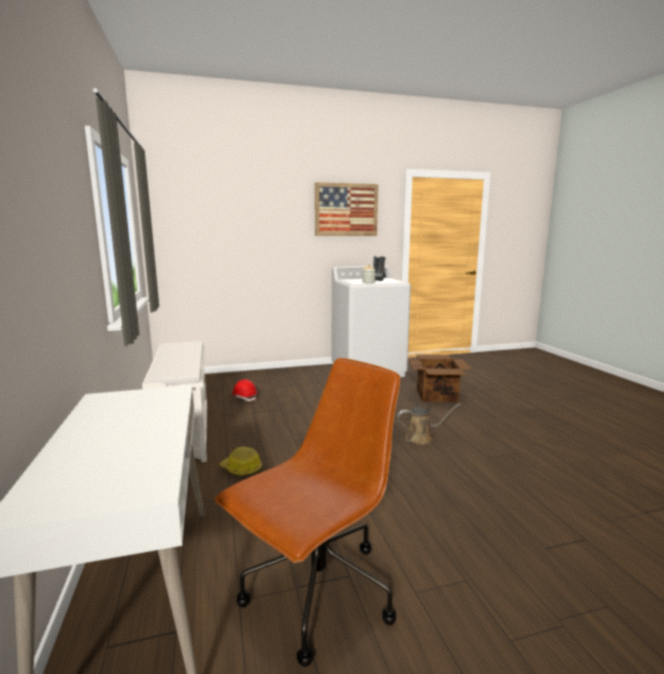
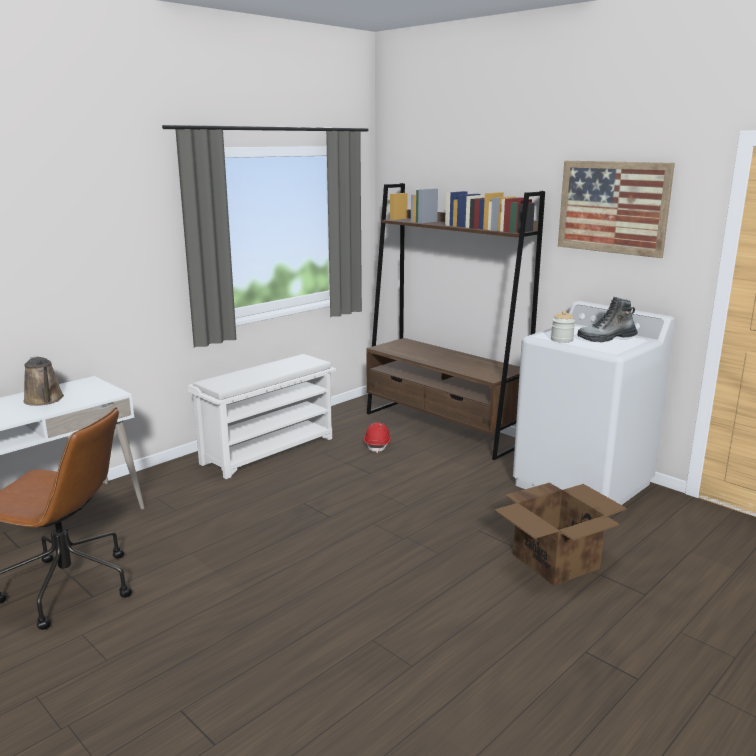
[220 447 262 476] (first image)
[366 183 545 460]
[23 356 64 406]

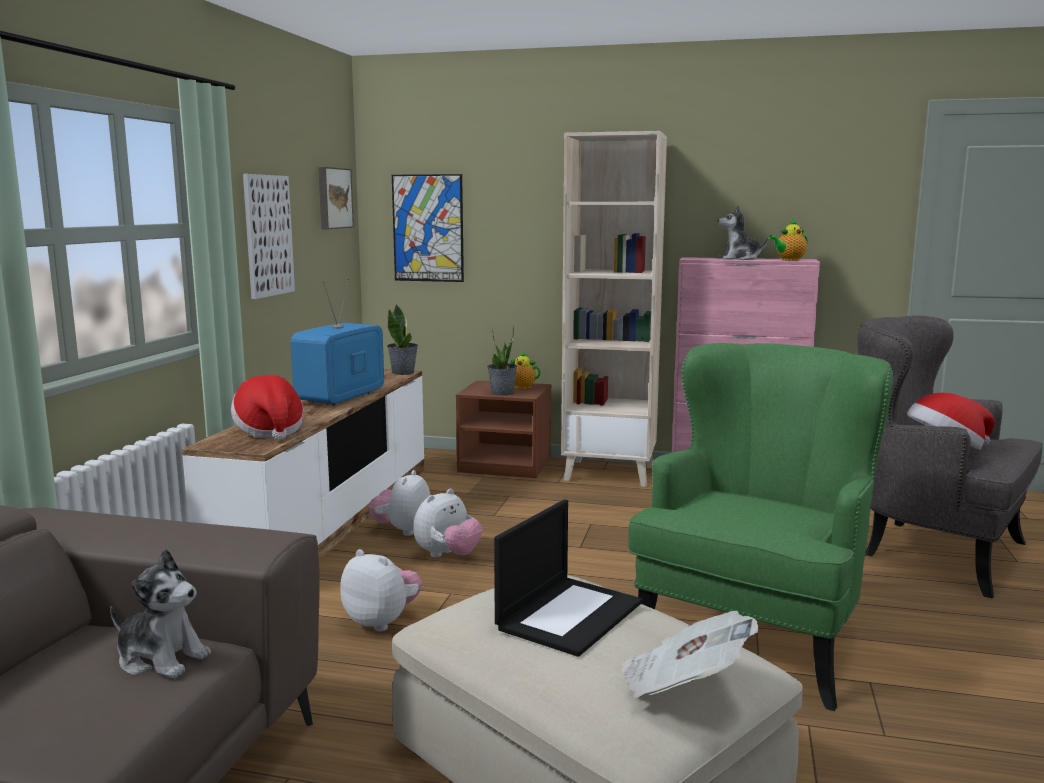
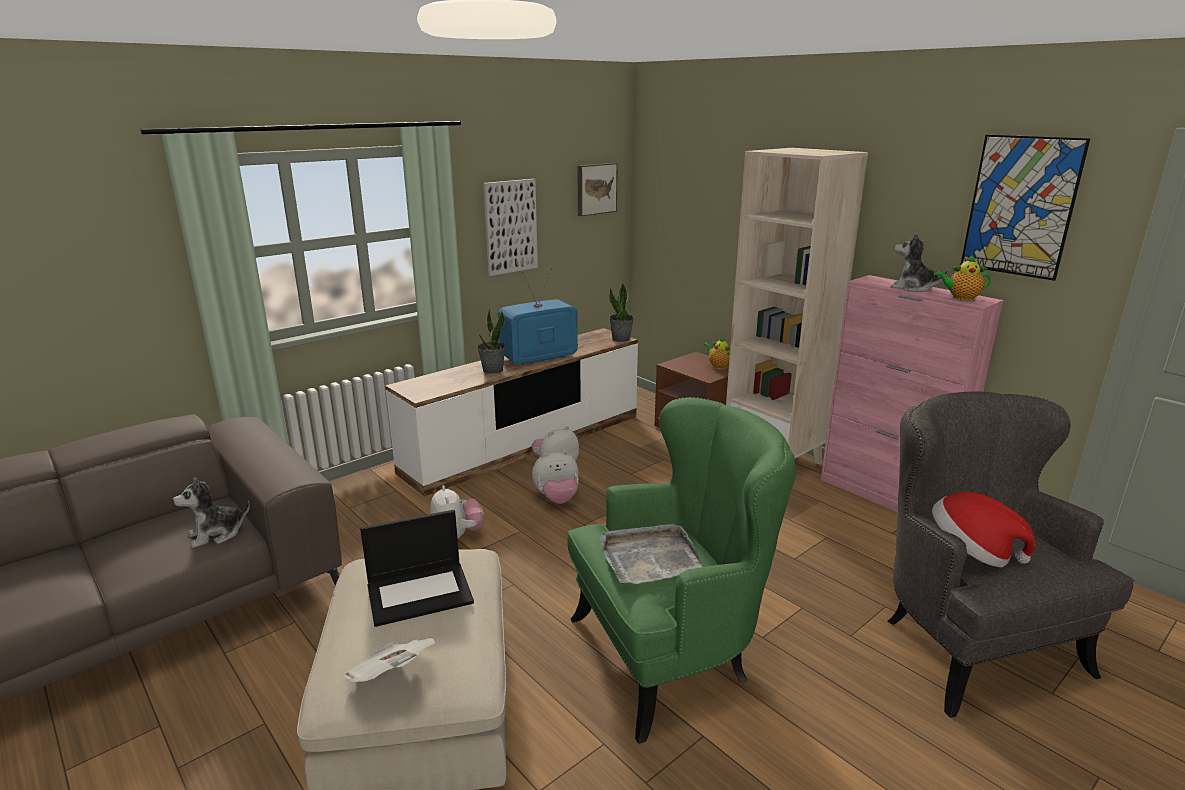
[231 375 304 440] (first image)
[600 524 703 584]
[960 135 1090 281]
[477 309 506 374]
[173 476 250 548]

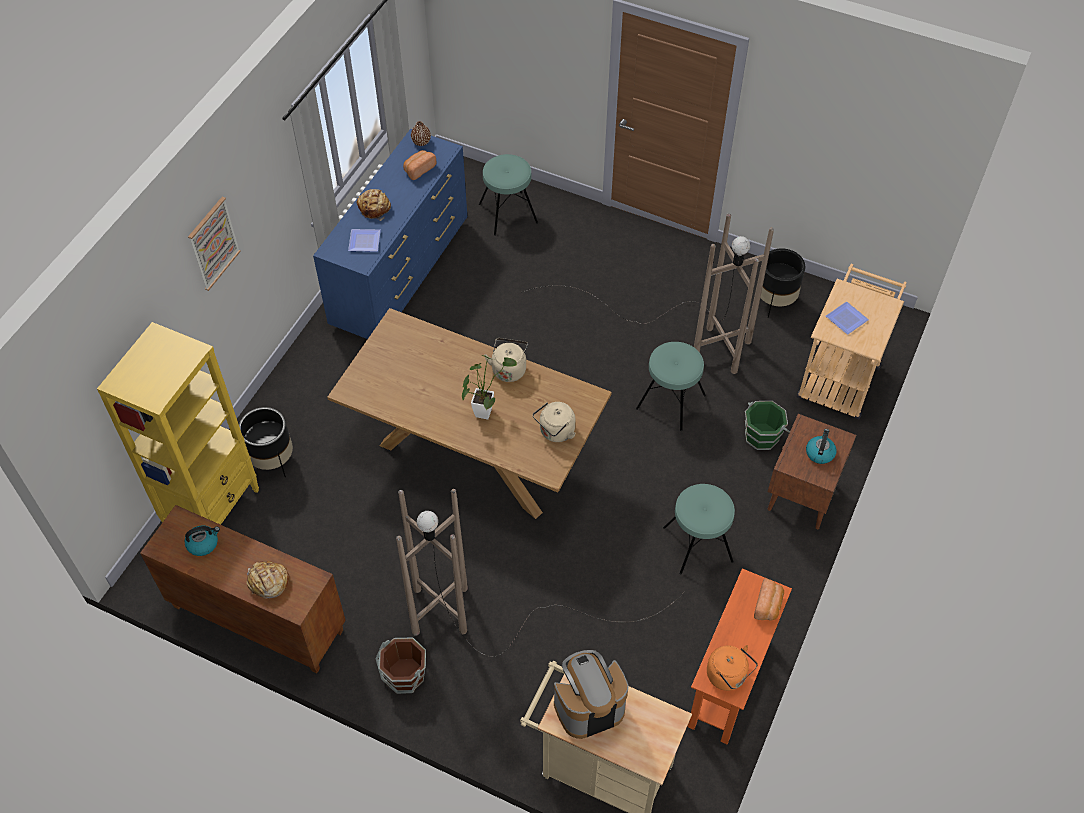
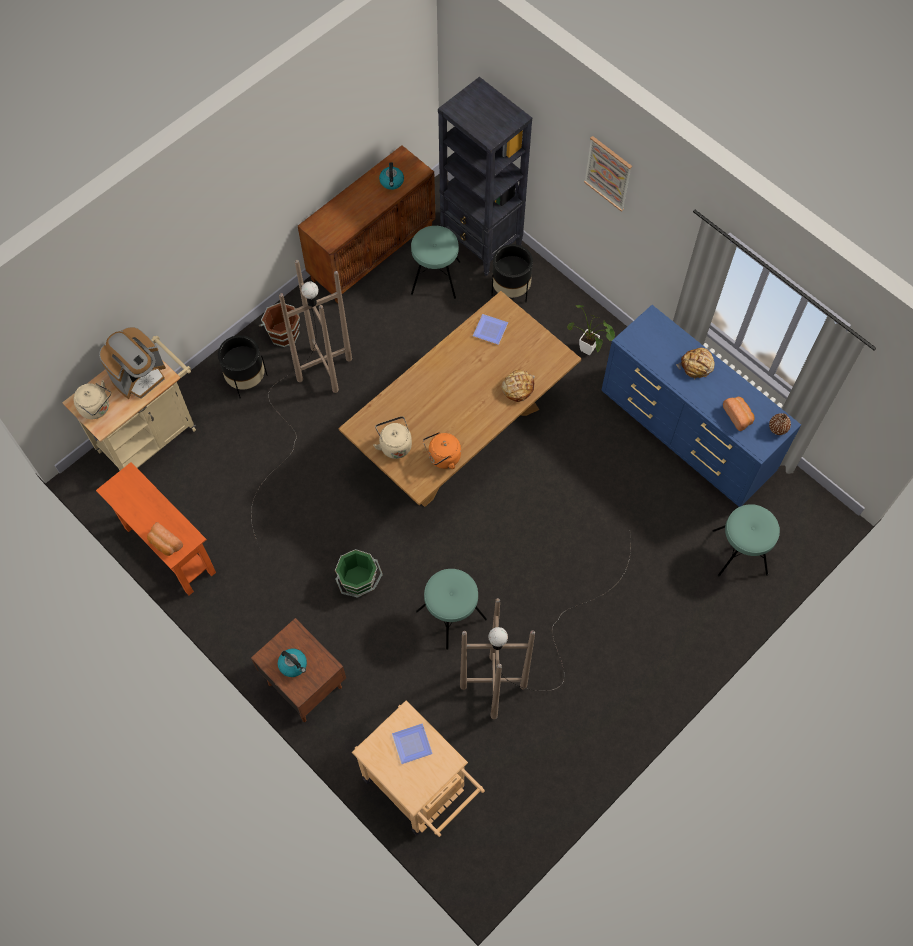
[502 370 535 402]
[473 314 508 345]
[567 305 615 355]
[73 380 111 419]
[411 226 460 299]
[423 432 461 469]
[335 549 383 598]
[218 335 268 399]
[438 77 532 276]
[99 327 166 399]

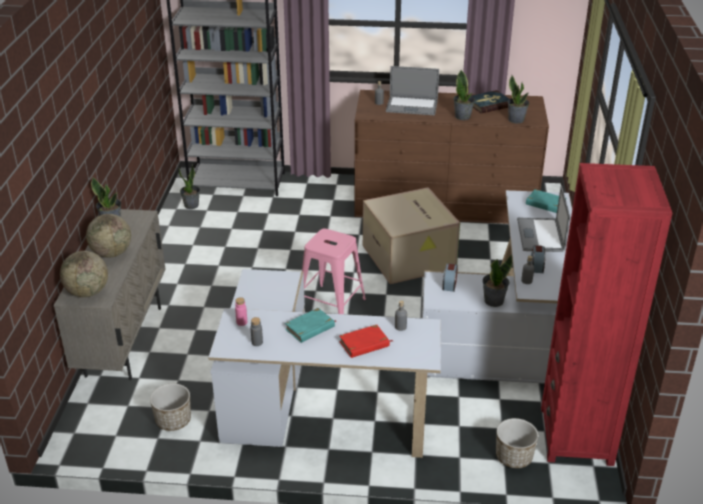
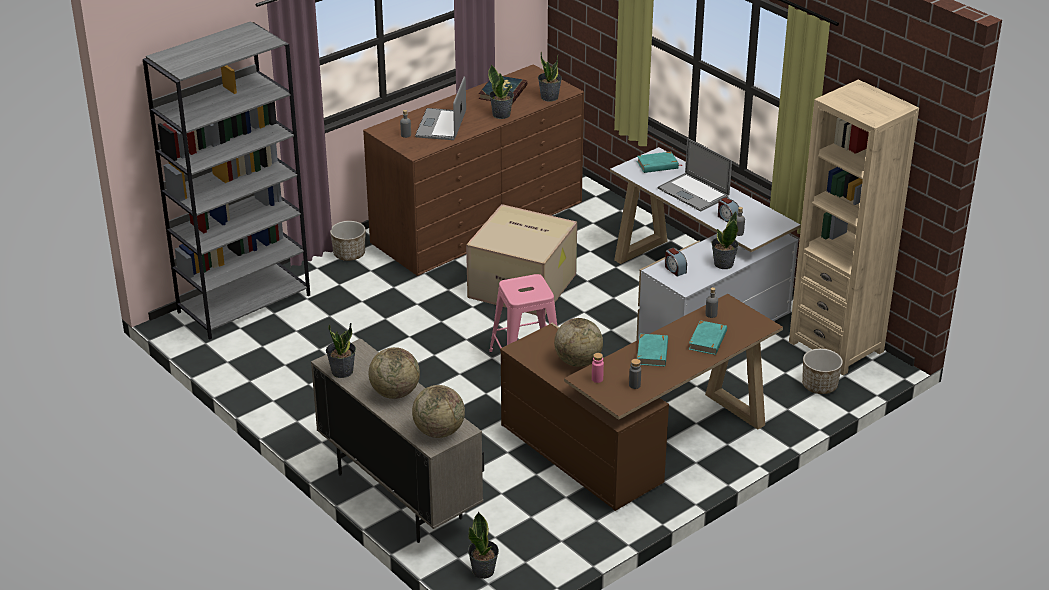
[554 318 603 367]
[330 221 365 261]
[468 512 499 579]
[500 294 783 511]
[689 320 727 355]
[789 80 919 375]
[415 76 466 140]

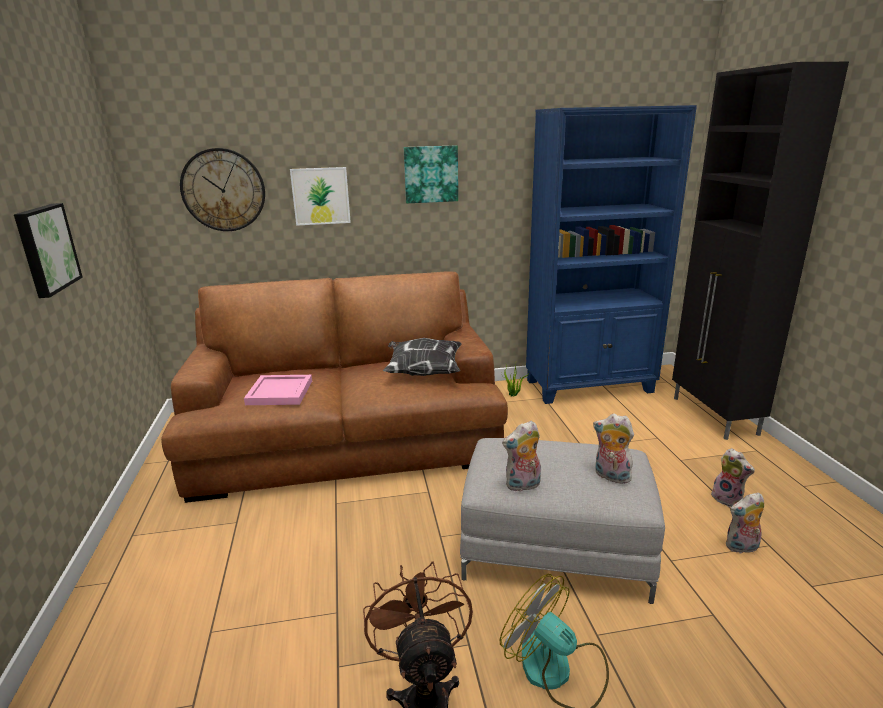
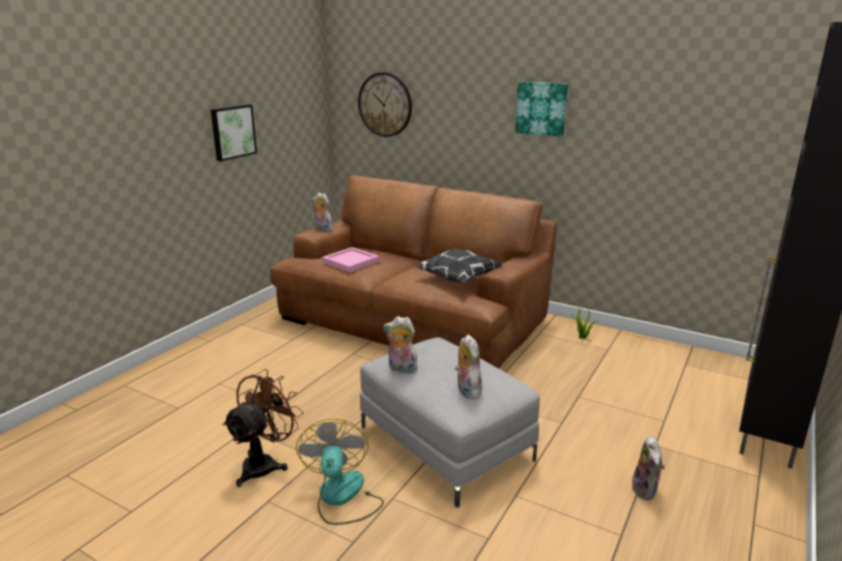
[290 167 351 226] (first image)
[526 105 697 404] (first image)
[312 193 333 232]

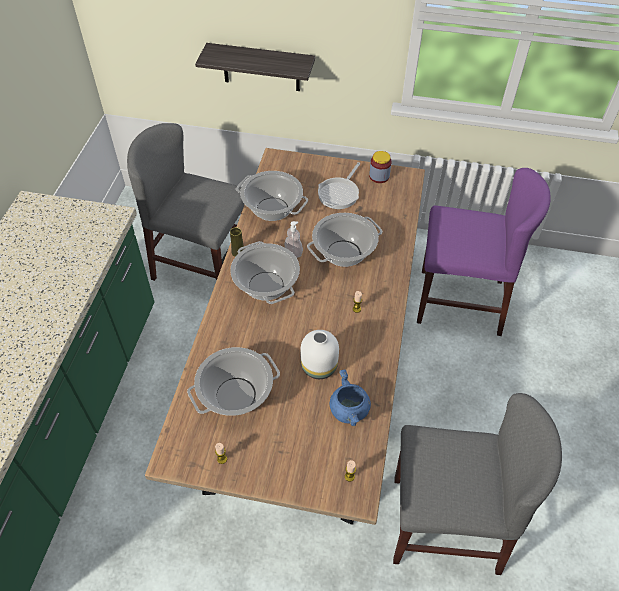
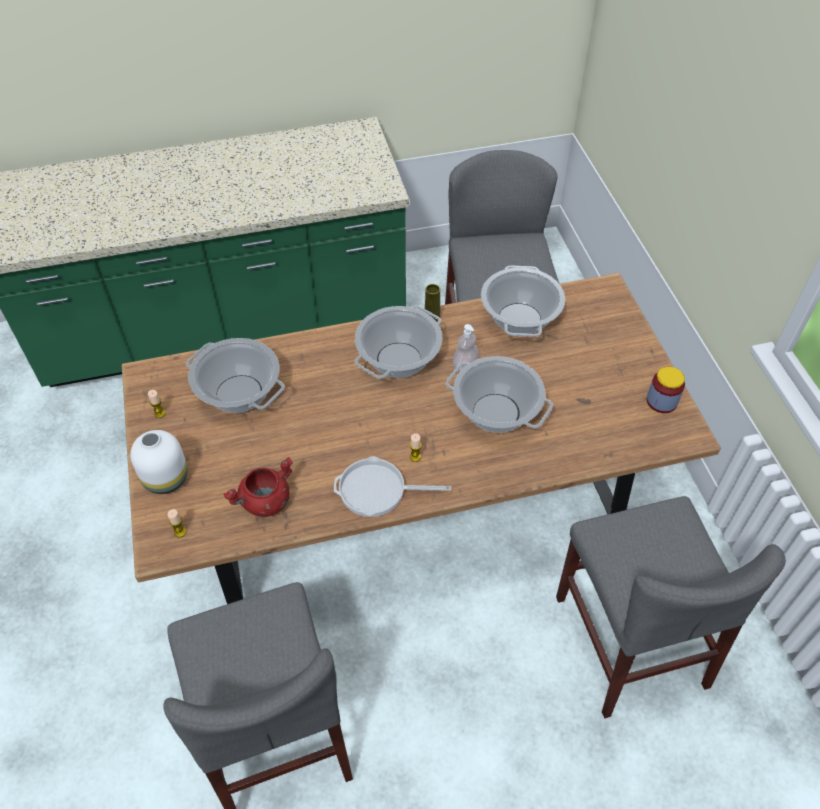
[195 43 315 91] (first image)
[130 430 188 494]
[334 456 451 517]
[223 457 293 517]
[556 496 786 718]

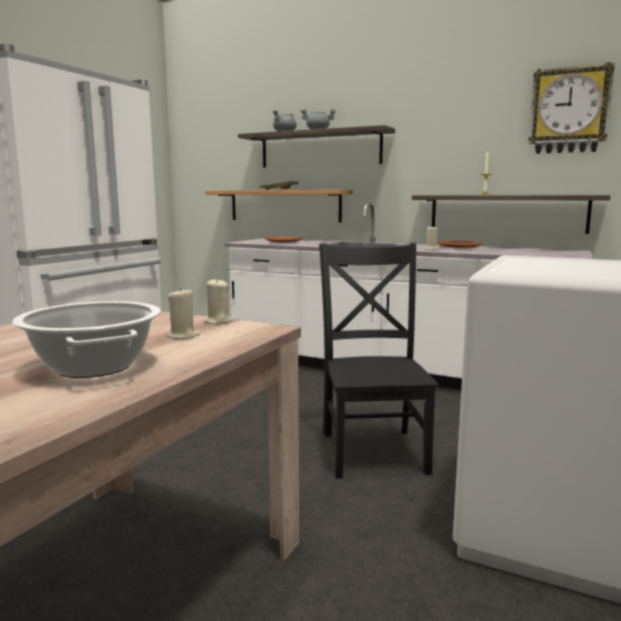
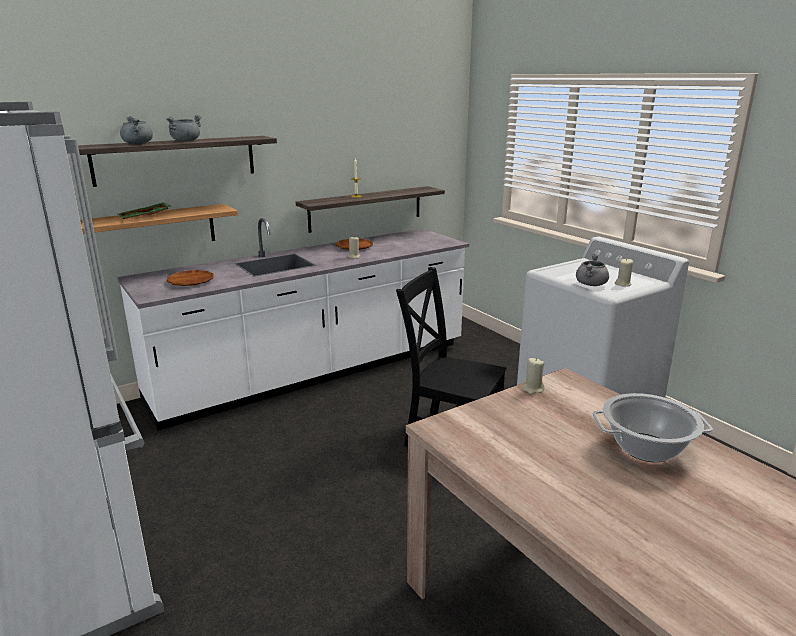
[528 62 615 154] (first image)
[576 254 609 286]
[615 259 633 286]

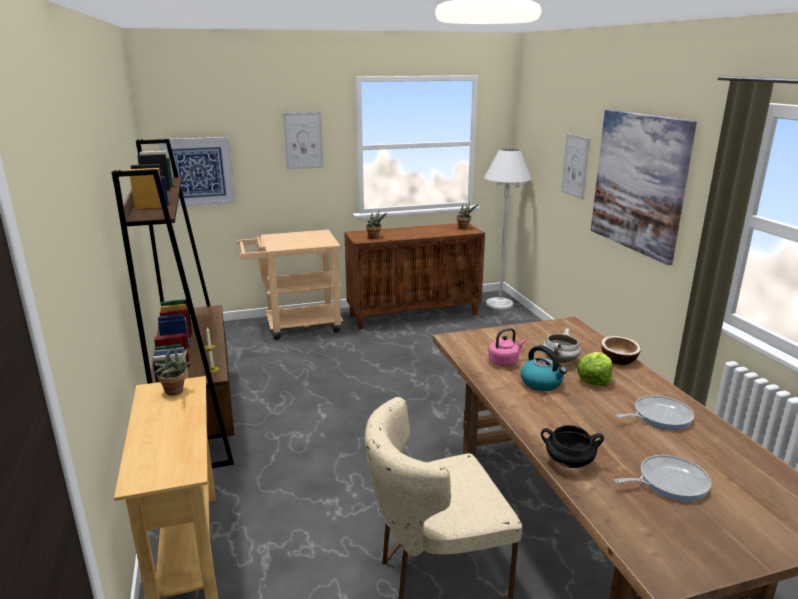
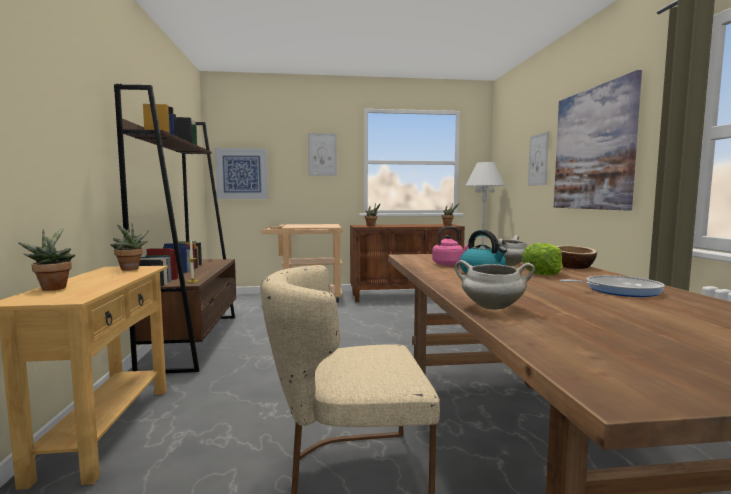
[614 455 712 501] (first image)
[18 227 75 291]
[455 260 535 310]

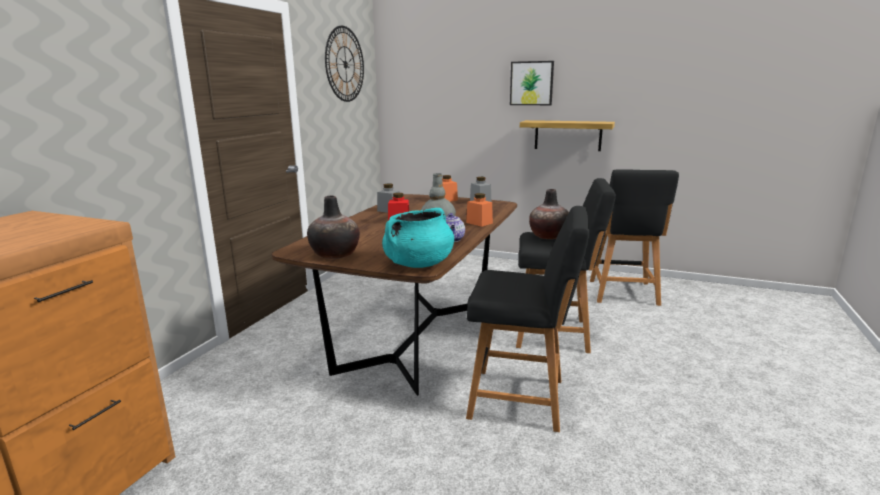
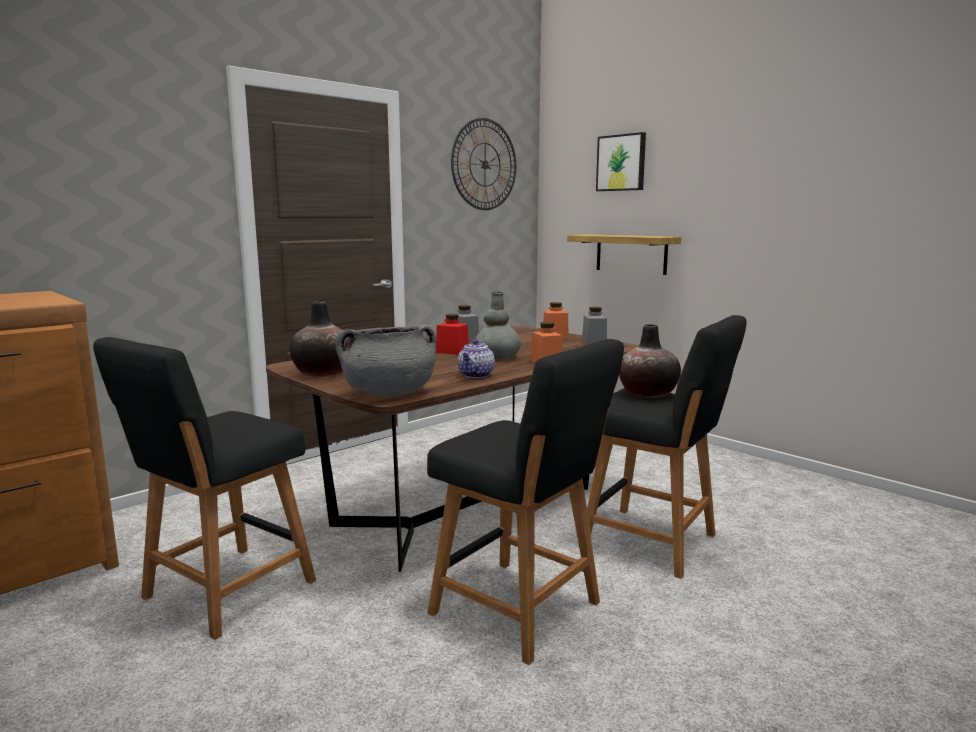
[596 132 646 191]
[567 234 681 275]
[93 337 316 640]
[336 325 436 397]

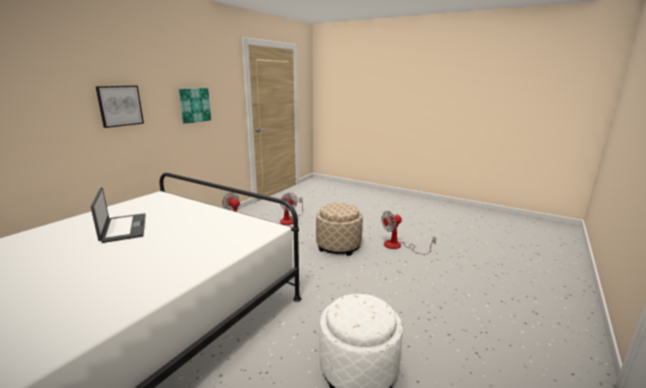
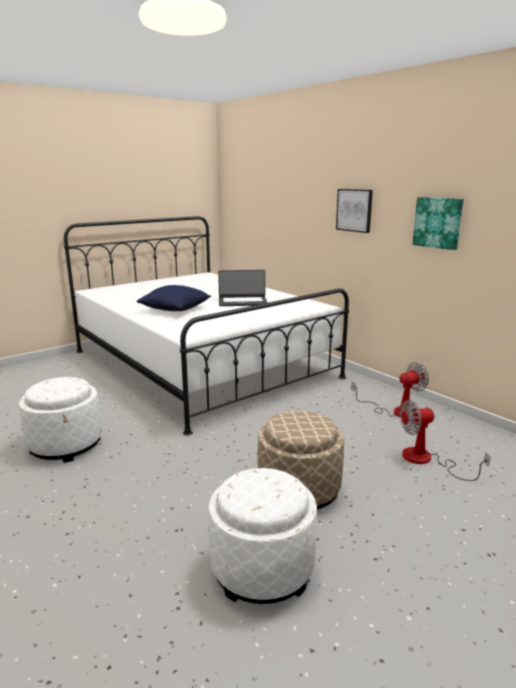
[137 285 211 311]
[208 468 317 604]

